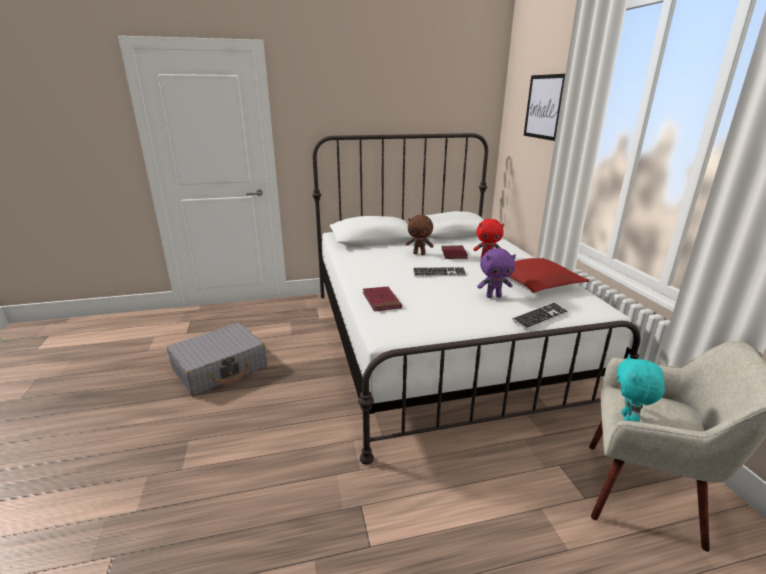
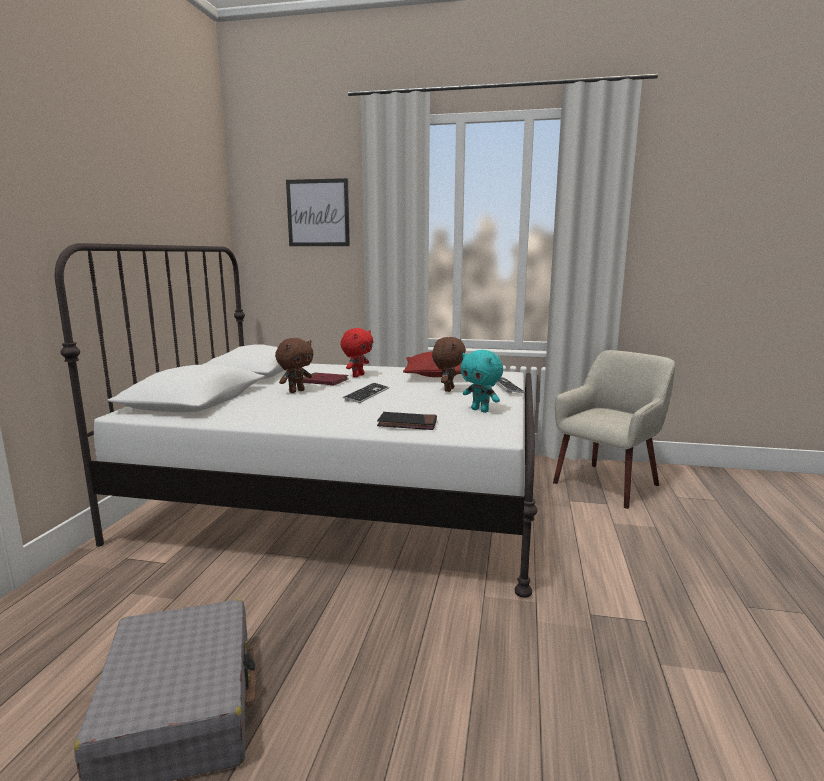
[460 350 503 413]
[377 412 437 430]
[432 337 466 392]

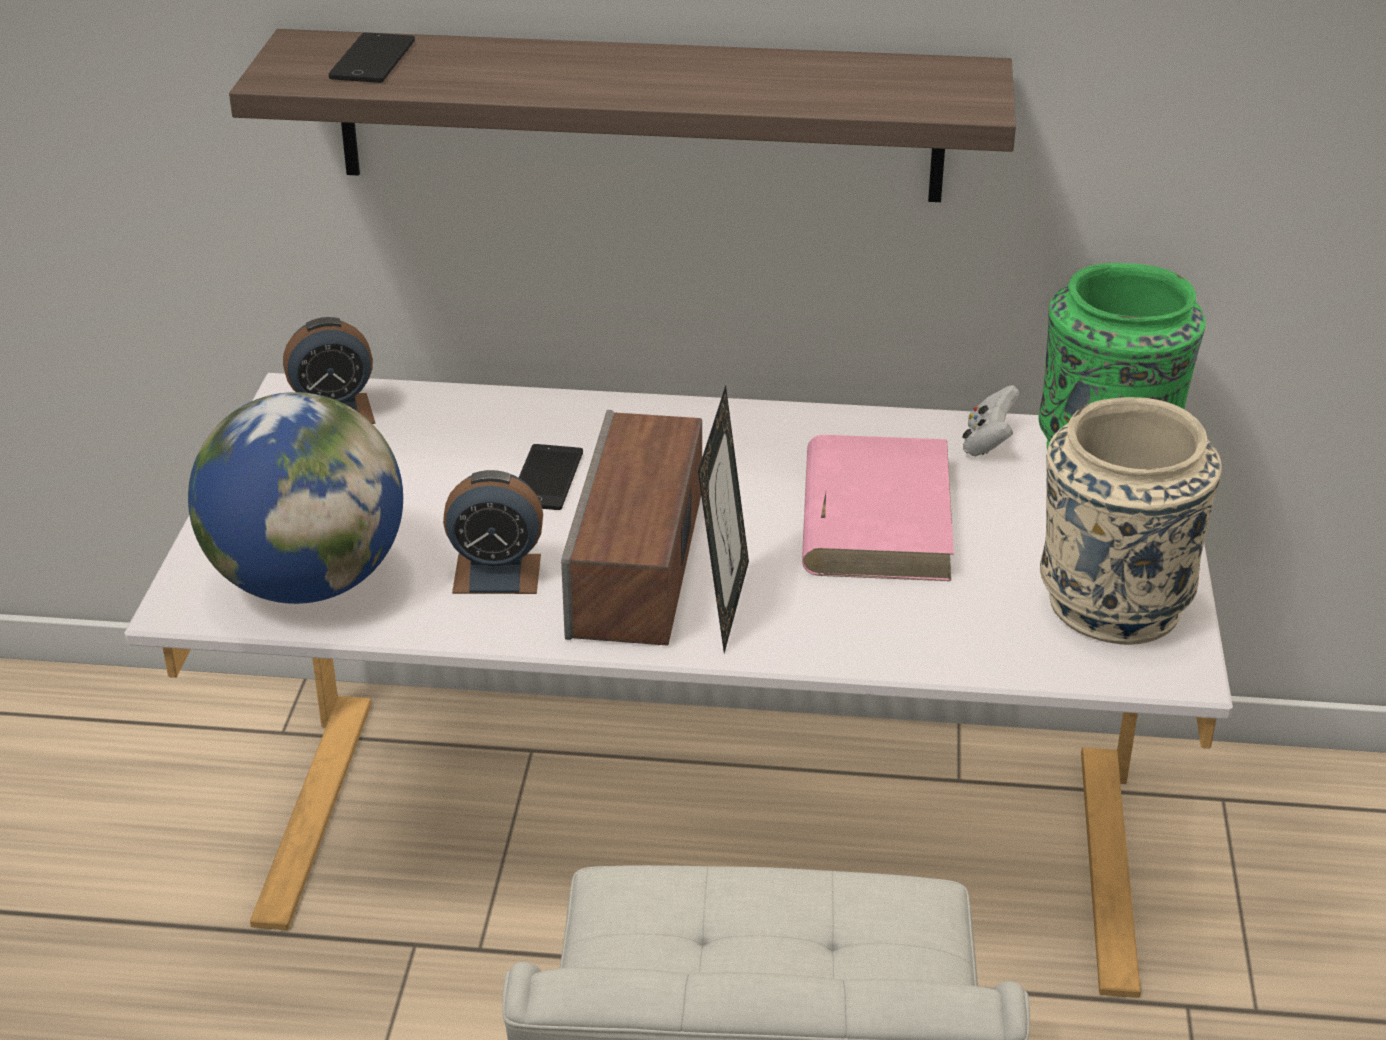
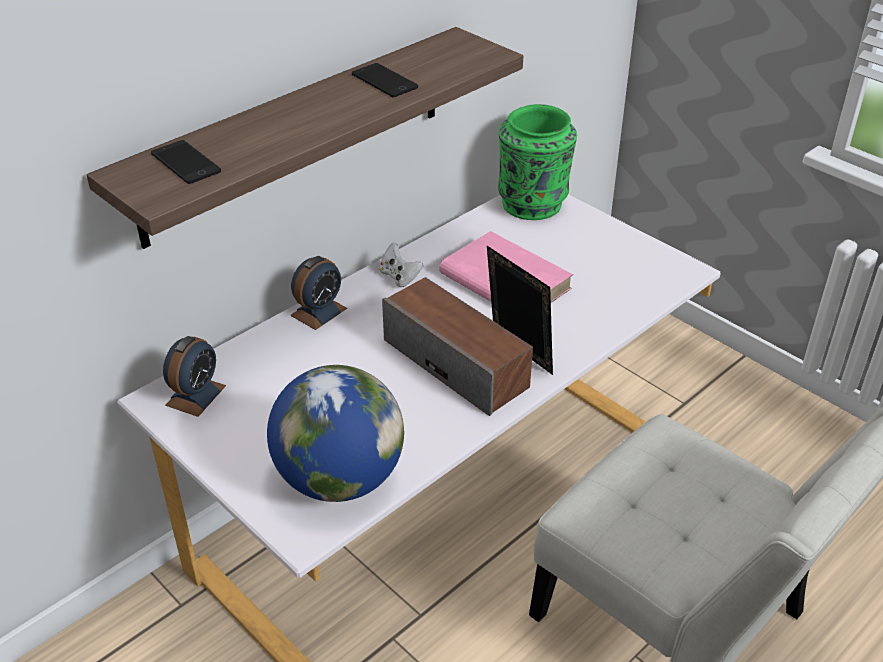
[1040 397 1222 645] (first image)
[290 256 347 330]
[352 63 418 97]
[379 242 423 287]

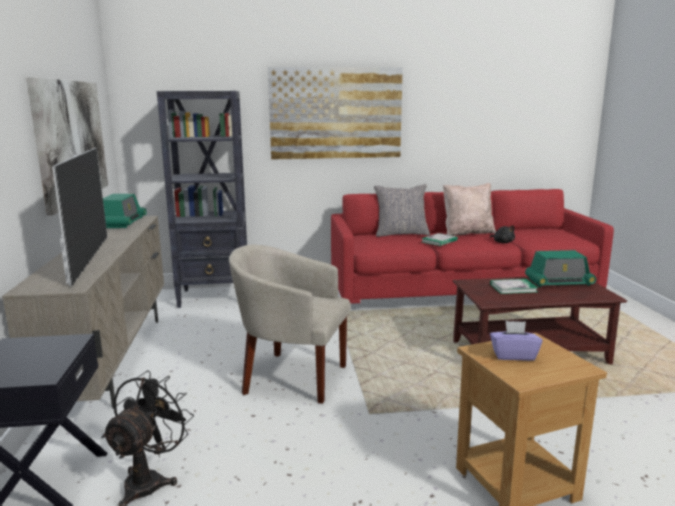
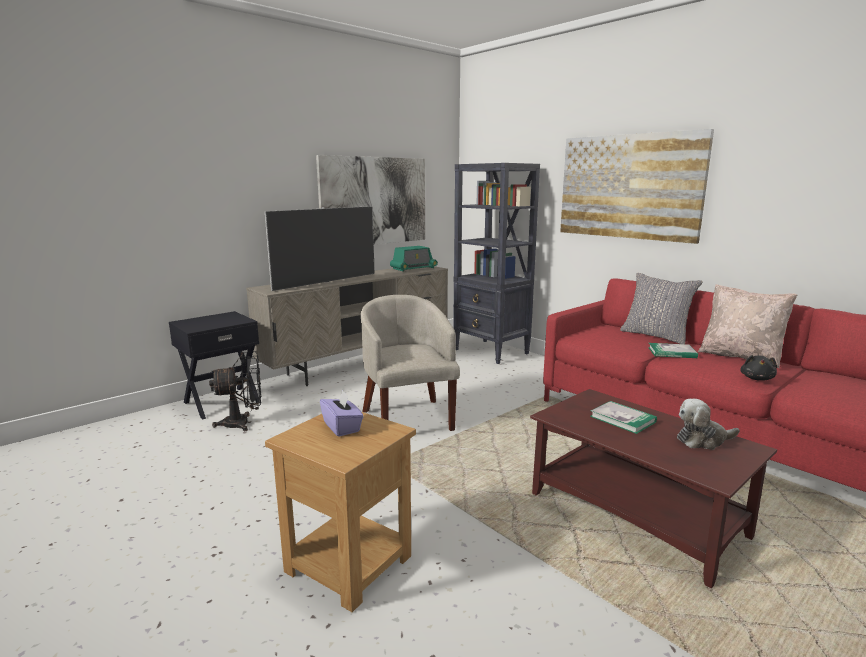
[677 399 739 450]

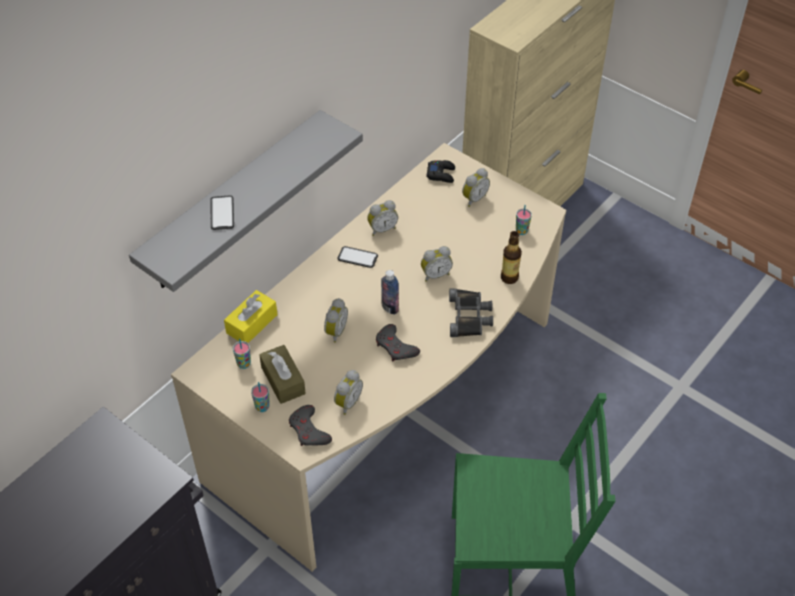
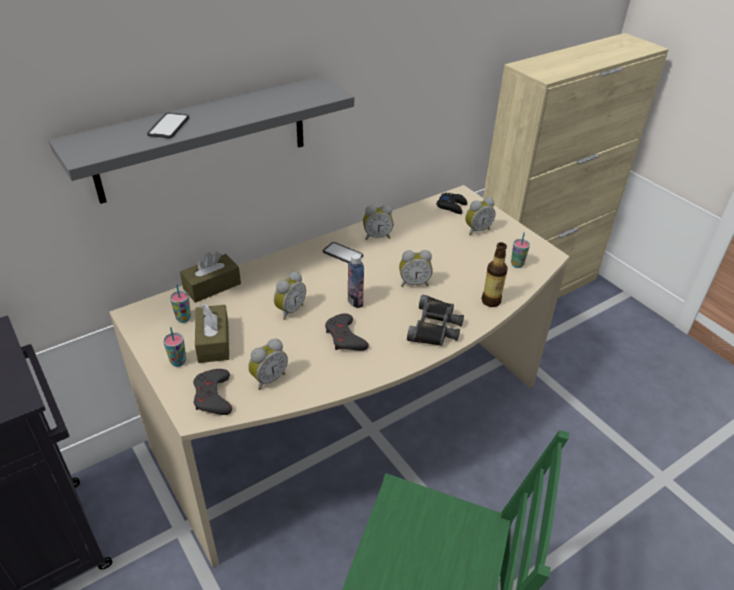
[180 251 241 303]

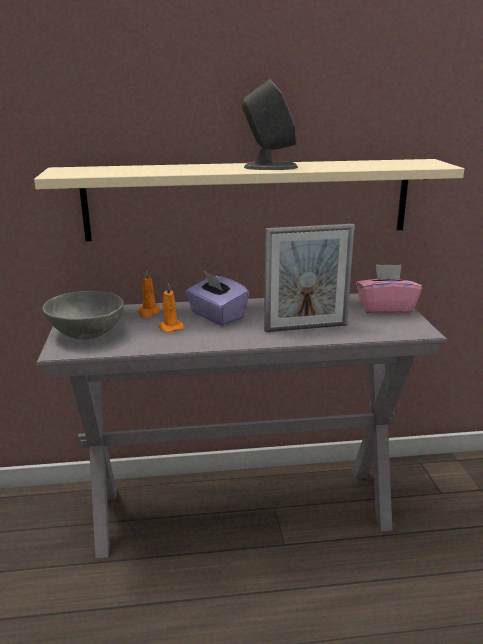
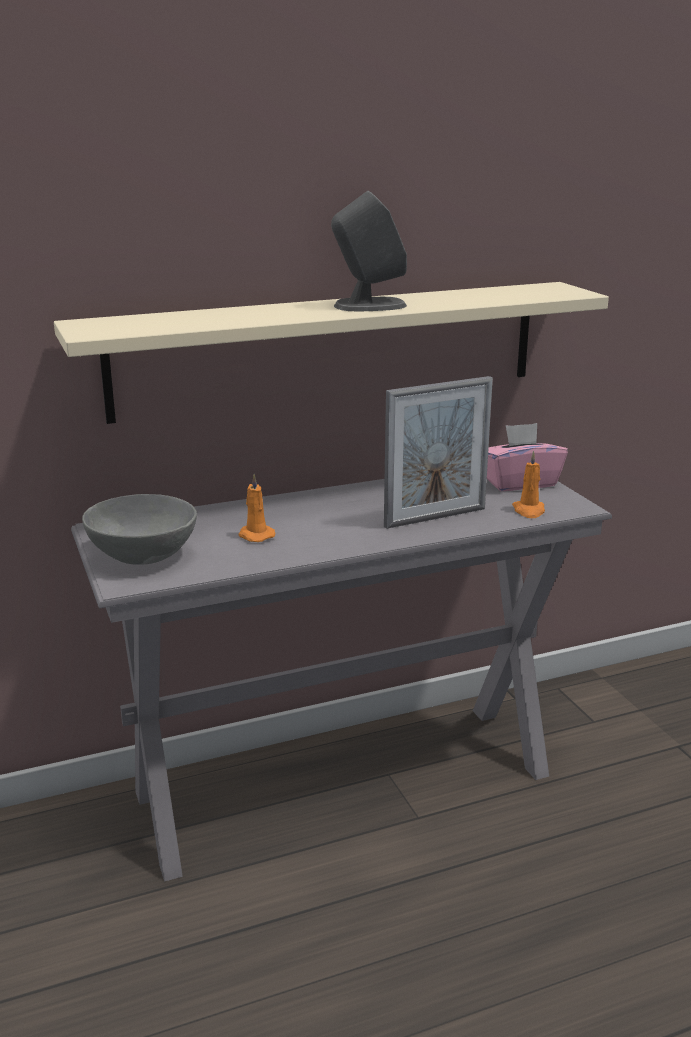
[185 271 249 326] (first image)
[512 451 545 518]

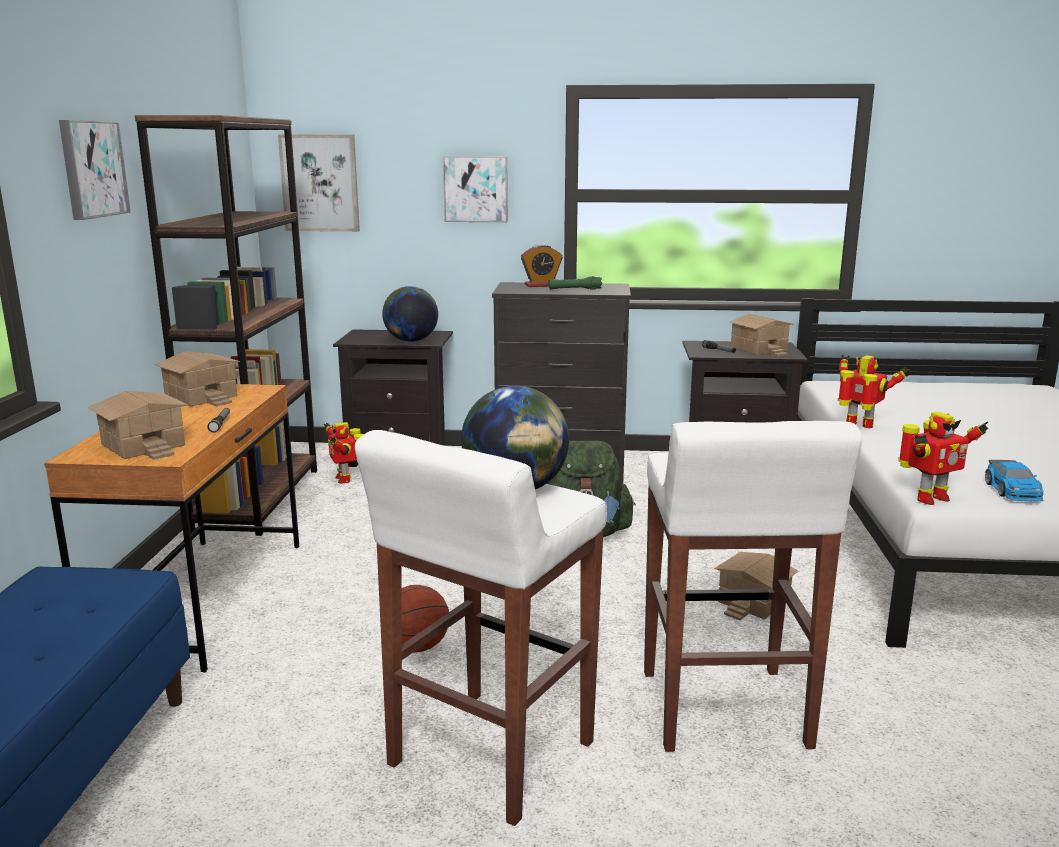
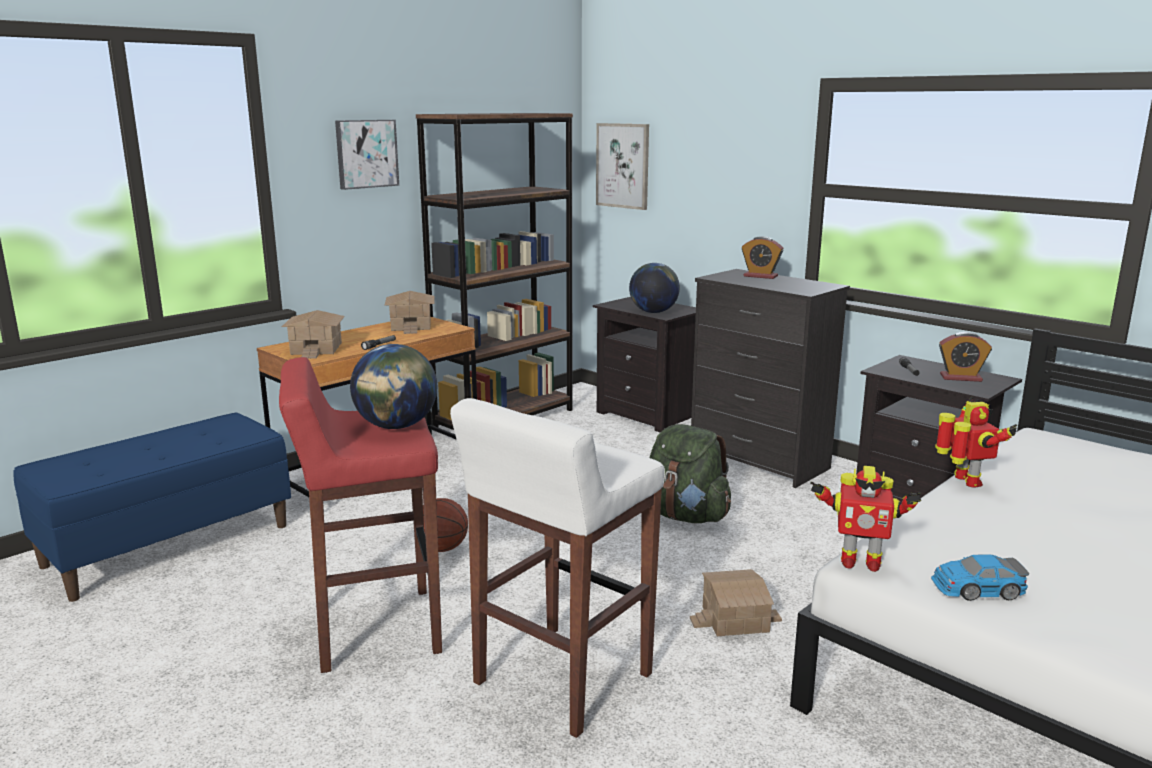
[324 422 364 483] (first image)
[443 156 508 222] (first image)
[548 276 602 290] (first image)
[939 332 992 382]
[279 357 442 673]
[931 554 1029 601]

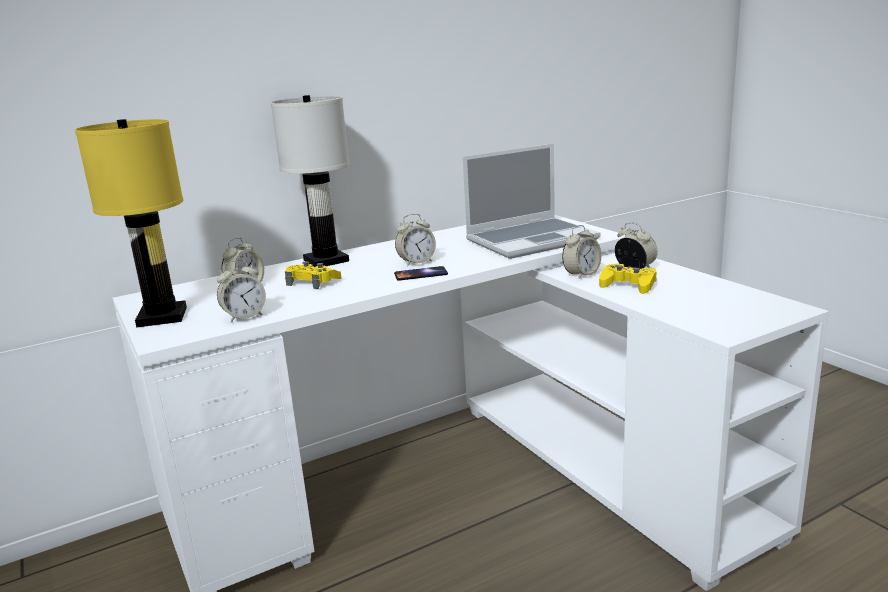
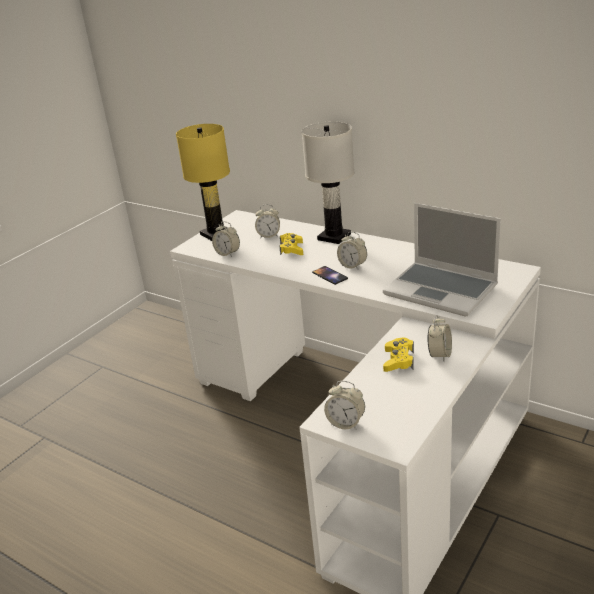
[324 381 365 430]

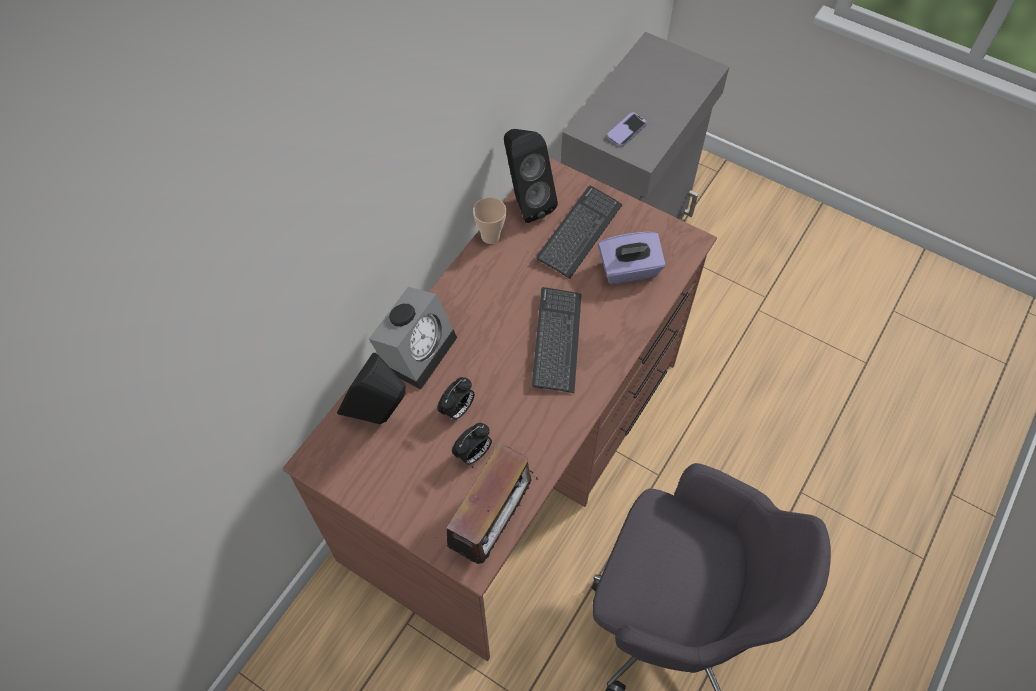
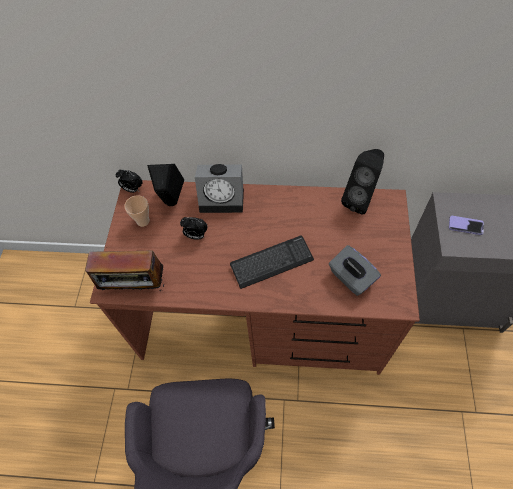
[536 186 622 279] (first image)
[116 169 143 193]
[124 195 150 227]
[329 245 381 296]

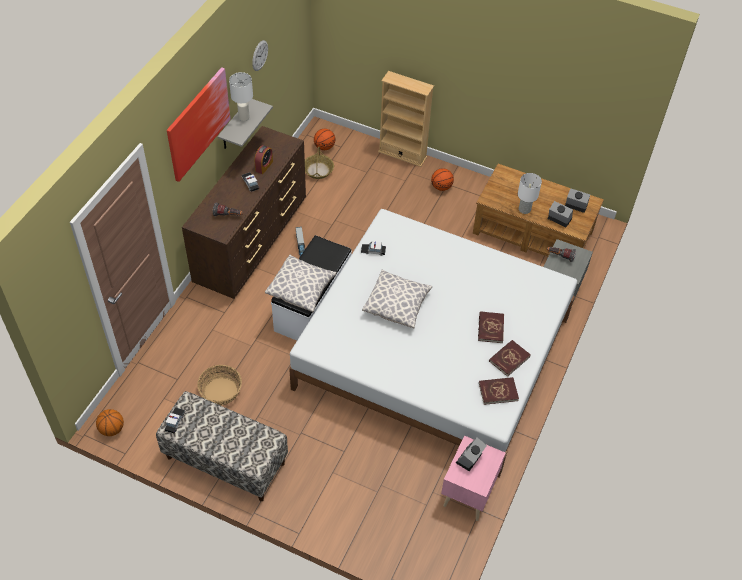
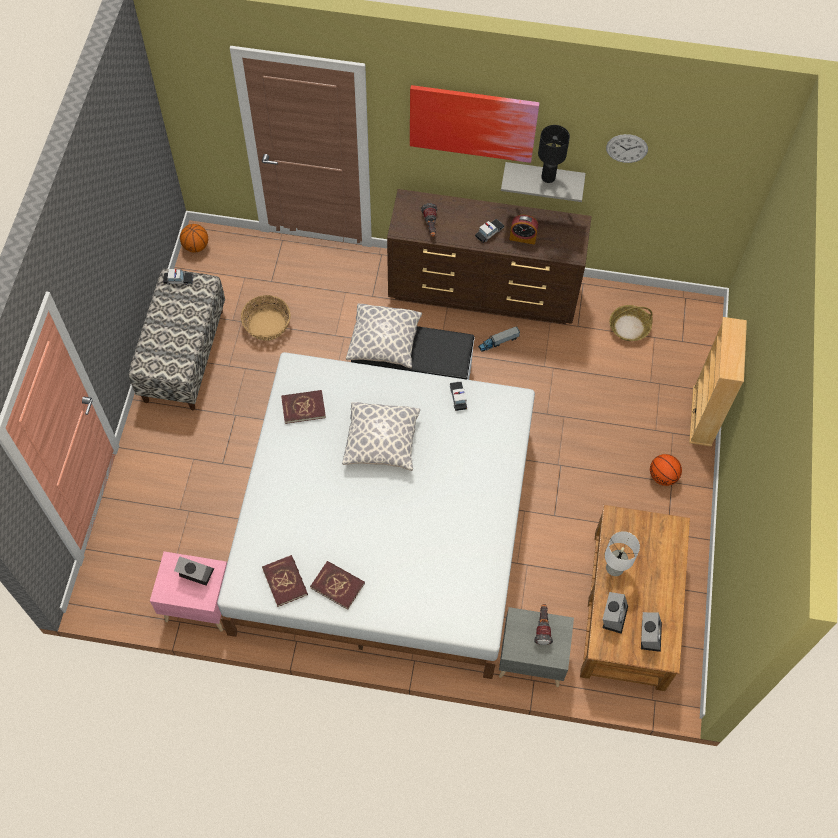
[314 129 335 150] (first image)
[281 390 326 424]
[538 125 570 183]

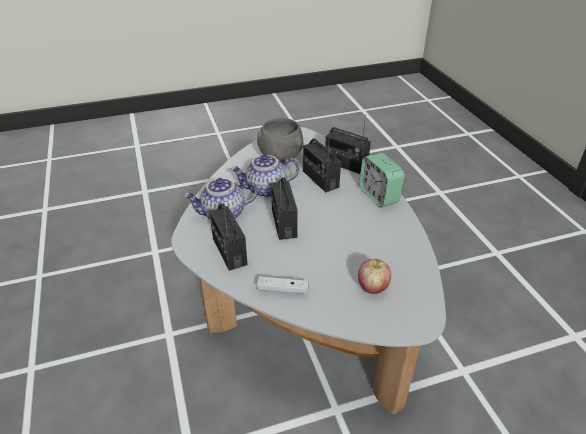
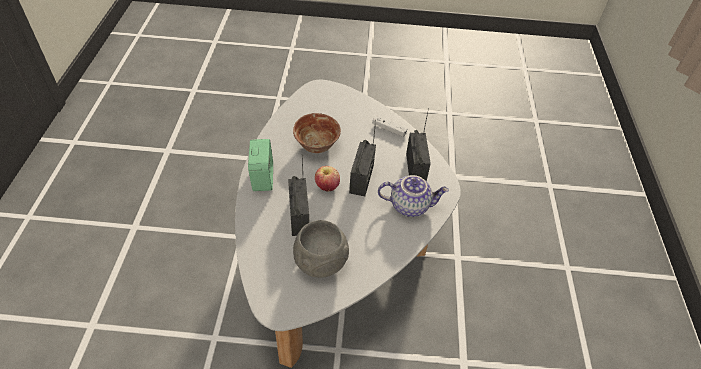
[230 154 299 197] (first image)
[325 115 371 174] (first image)
[293 113 341 153]
[315 166 340 191]

